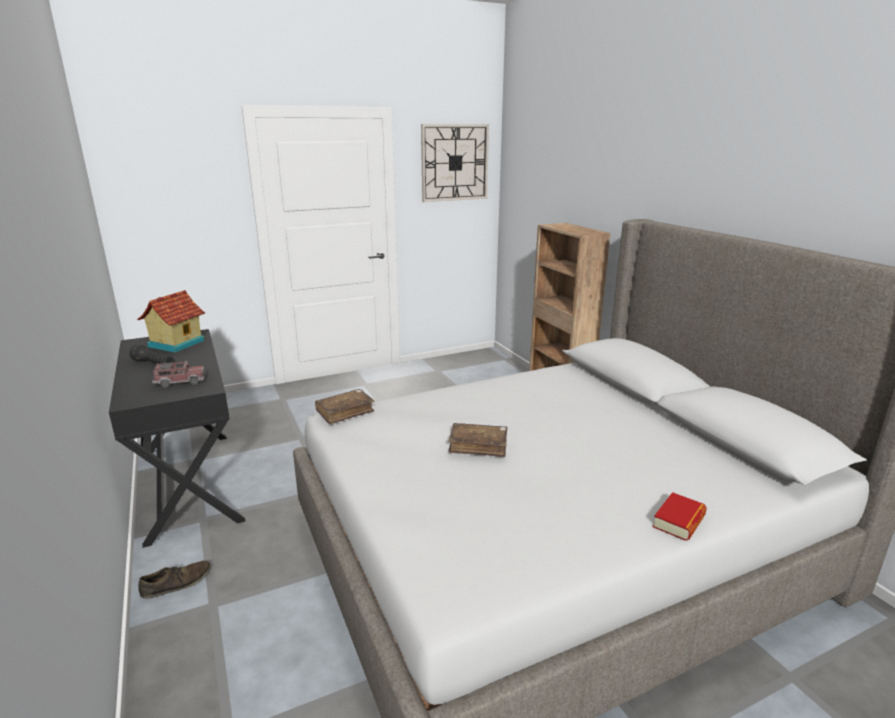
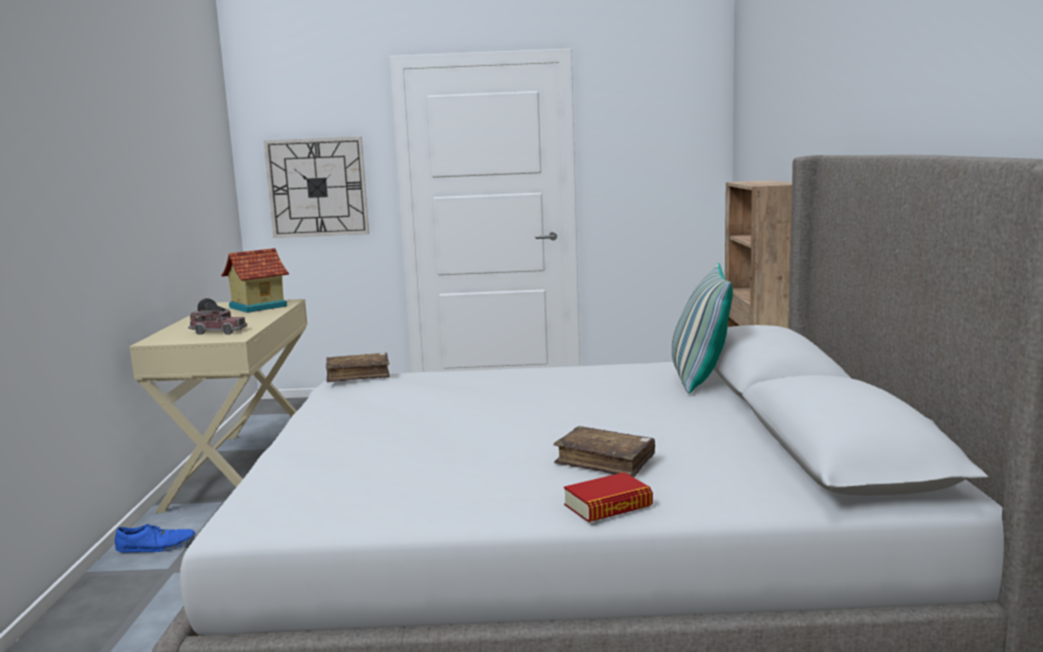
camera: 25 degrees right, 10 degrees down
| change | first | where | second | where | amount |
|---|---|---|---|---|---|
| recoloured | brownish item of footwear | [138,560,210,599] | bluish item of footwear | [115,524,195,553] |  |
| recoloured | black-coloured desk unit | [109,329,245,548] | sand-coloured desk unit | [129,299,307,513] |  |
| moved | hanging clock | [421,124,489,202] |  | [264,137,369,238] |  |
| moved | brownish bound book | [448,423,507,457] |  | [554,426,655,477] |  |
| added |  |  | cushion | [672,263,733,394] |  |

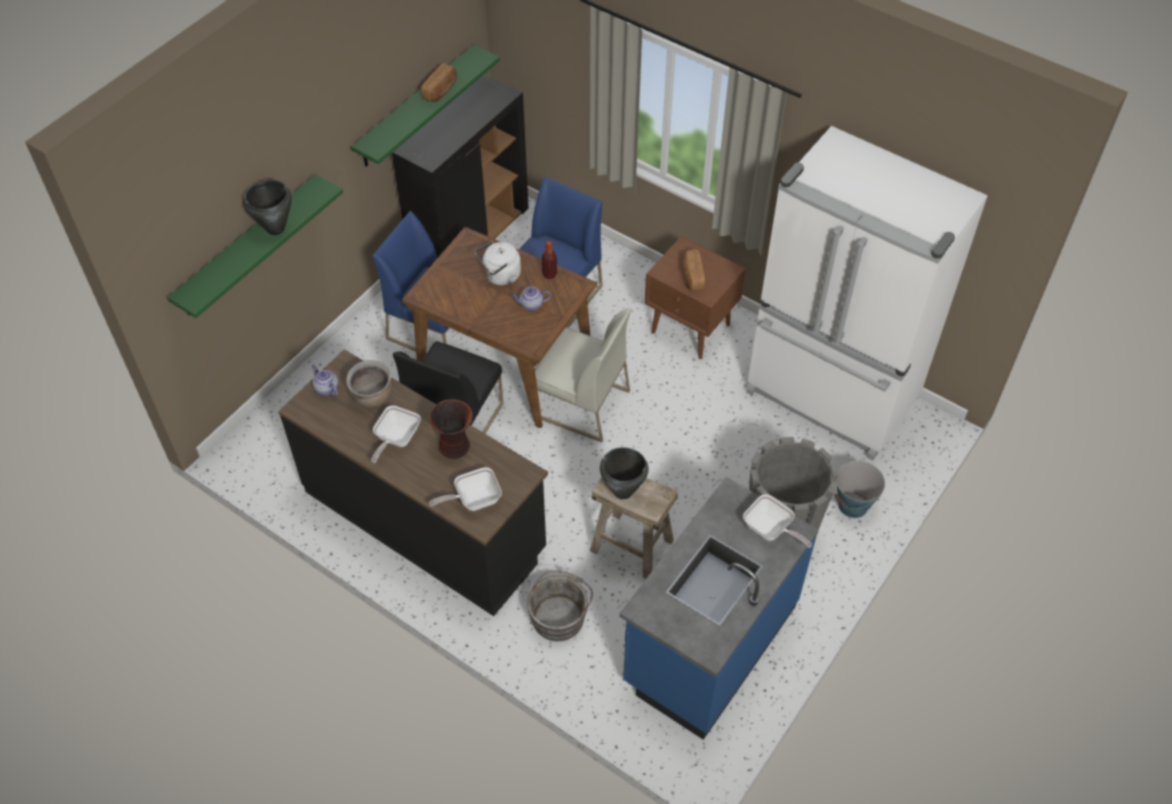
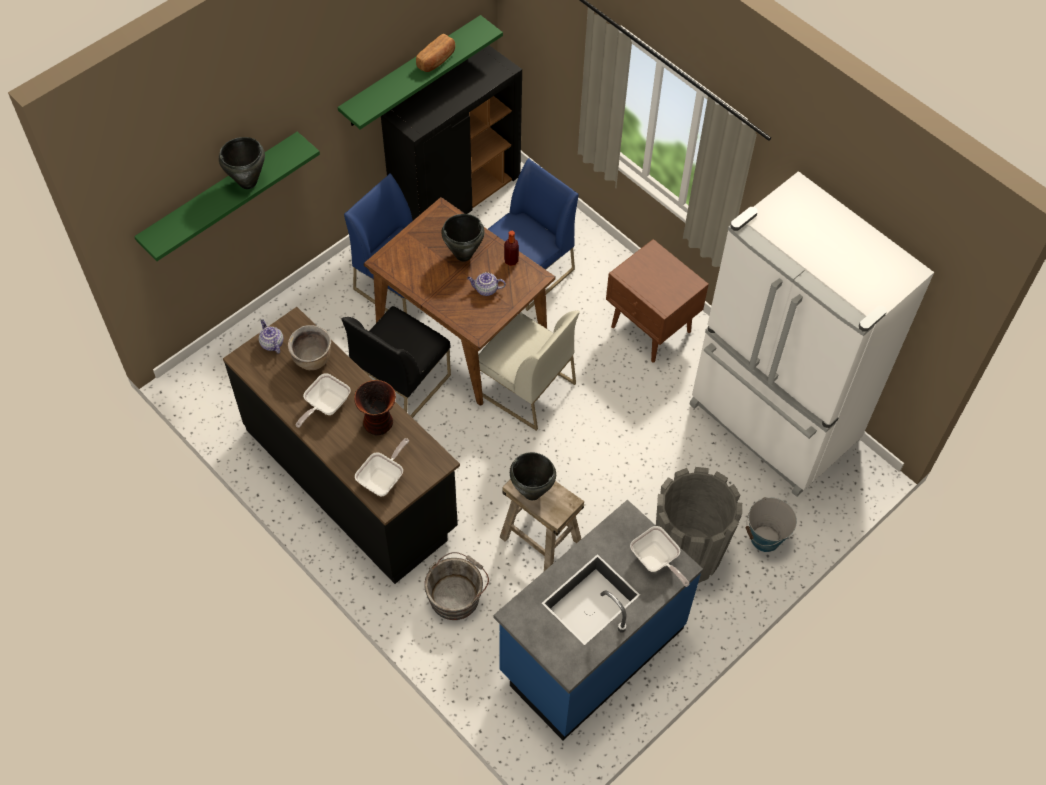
camera: 10 degrees right, 5 degrees up
| change | first | where | second | where | amount |
|---|---|---|---|---|---|
| turned | pan | [429,467,502,511] |  | [355,438,409,496] | 135 degrees clockwise |
| replaced | whitish kettle | [475,241,521,286] | black-coloured cooking pot | [441,214,485,262] |  |
| removed | bread | [681,249,705,291] |  |  |  |

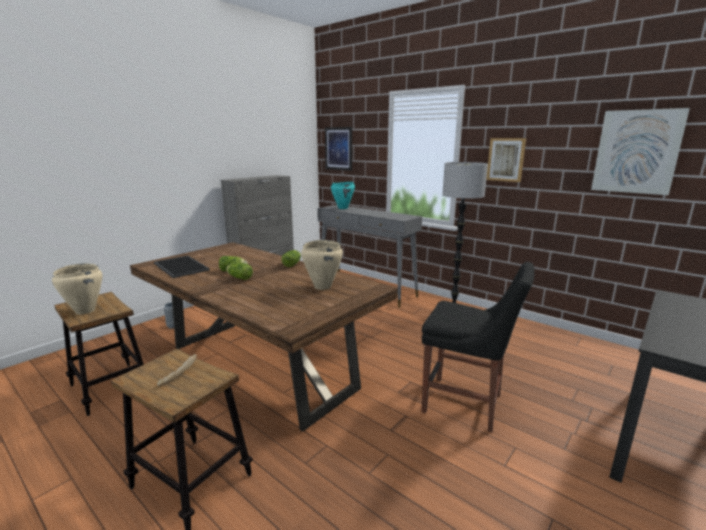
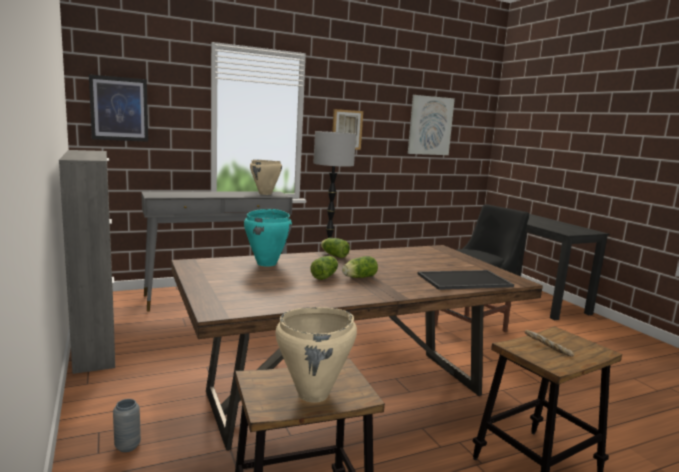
camera: 65 degrees left, 5 degrees down
| change | first | where | second | where | amount |
|---|---|---|---|---|---|
| moved | turquoise cooking pot | [331,182,355,209] |  | [244,209,292,267] |  |
| moved | sand-coloured cooking pot | [301,240,343,290] |  | [250,160,282,195] |  |
| moved | tray | [154,256,210,278] |  | [418,270,514,290] |  |

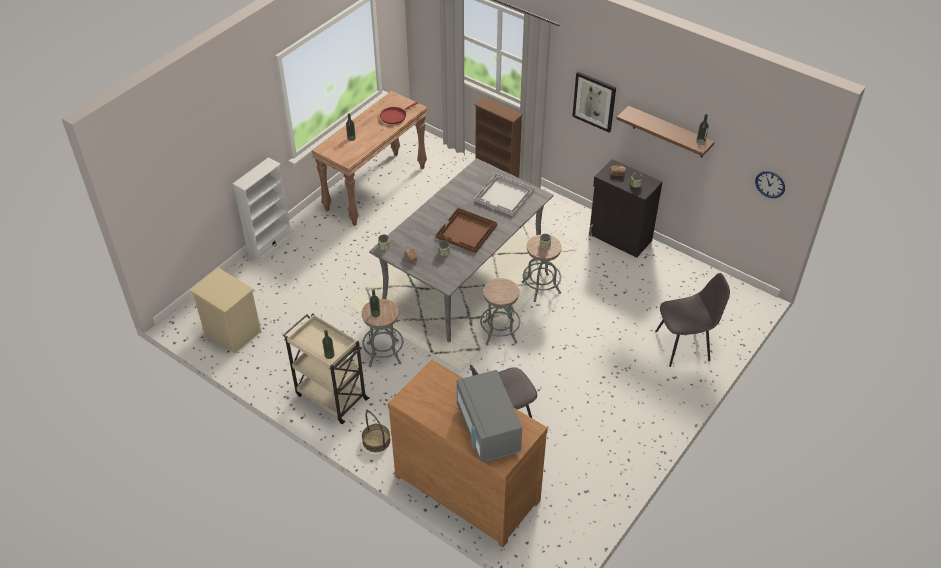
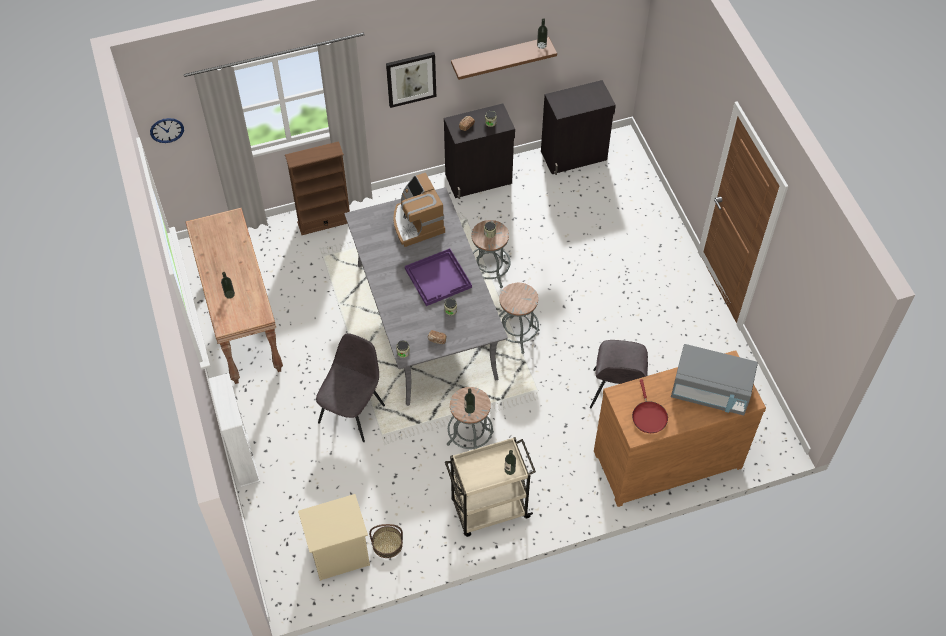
camera: 55 degrees left, 10 degrees up
| change | first | where | second | where | amount |
|---|---|---|---|---|---|
| moved | hanging clock | [755,171,785,198] |  | [150,118,184,143] |  |
| moved | grey chair | [655,273,730,367] |  | [316,333,385,442] |  |
| moved | household basket | [362,411,390,452] |  | [369,524,403,558] |  |
| replaced | whitish tray | [475,173,534,216] | coffee maker | [393,173,445,247] |  |
| recoloured | brownish tray | [436,208,497,253] | purple-coloured tray | [405,248,472,306] |  |
| added |  |  | black-coloured cabinet | [541,80,616,175] |  |
| moved | red-coloured pan | [380,102,418,124] |  | [632,379,668,433] |  |

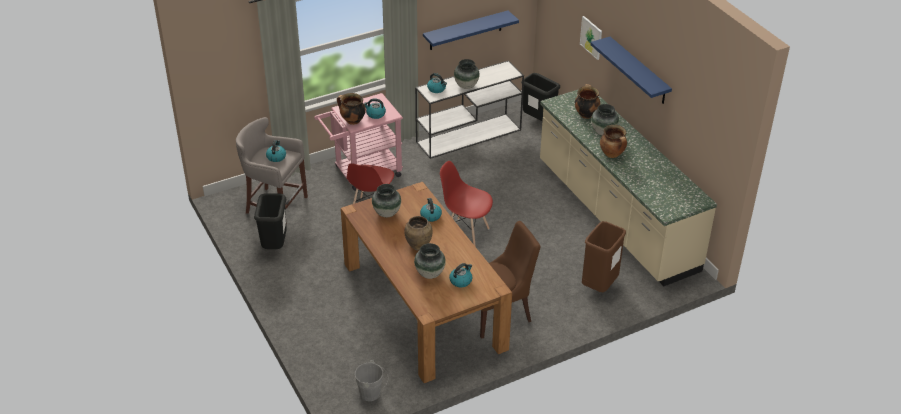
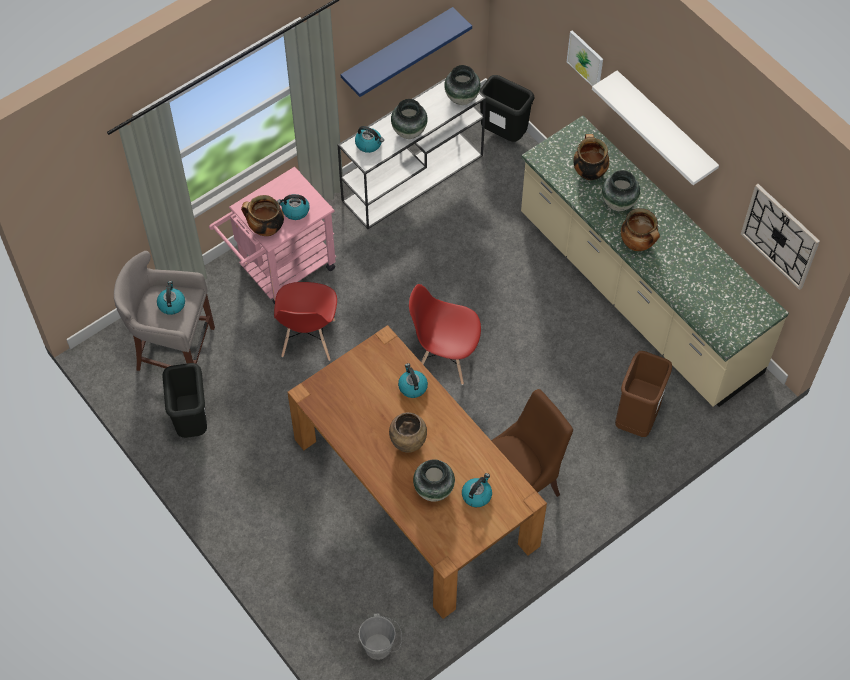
camera: 10 degrees left, 20 degrees up
| change | first | where | second | where | amount |
|---|---|---|---|---|---|
| moved | flower vase | [372,184,401,217] |  | [444,65,481,105] |  |
| recoloured | bluish shelf | [590,37,672,104] | whitish shelf | [592,70,719,185] |  |
| added |  |  | hanging clock | [741,184,820,290] |  |

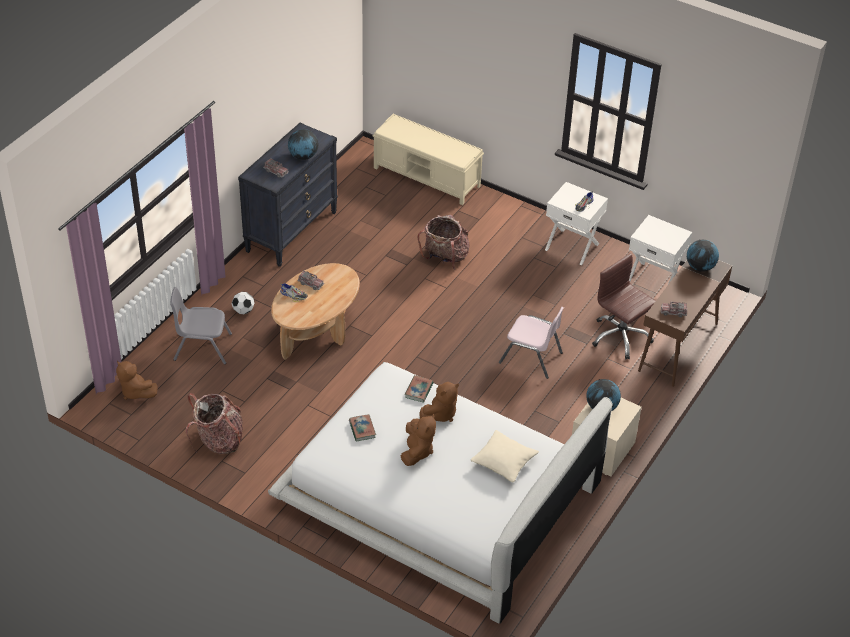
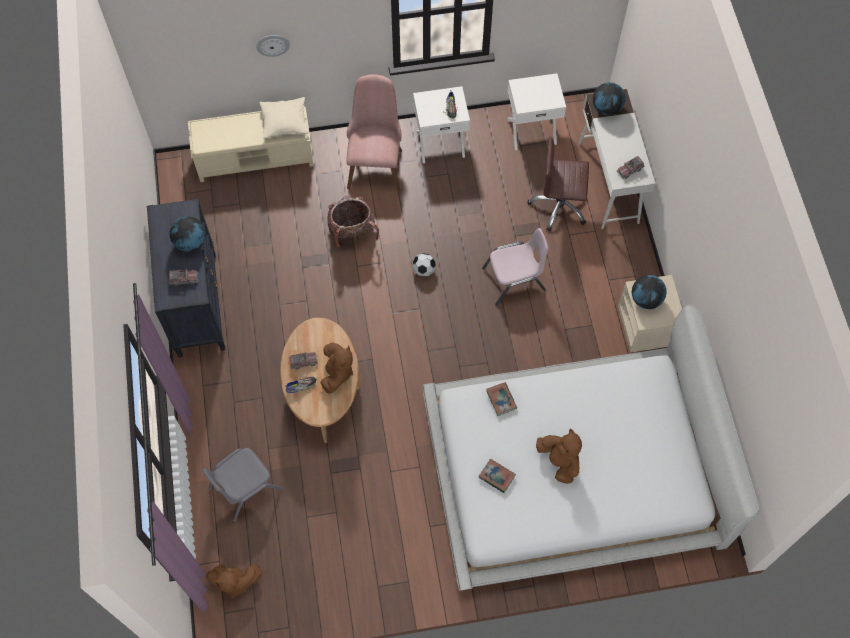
camera: 40 degrees left, 20 degrees up
| change | first | where | second | where | amount |
|---|---|---|---|---|---|
| added |  |  | hanging clock | [256,35,290,57] |  |
| moved | sand-coloured cushion | [471,430,539,483] |  | [260,97,308,138] |  |
| moved | brownish soft toy | [419,382,459,422] |  | [321,343,353,394] |  |
| added |  |  | pink-coloured chair | [346,74,402,192] |  |
| moved | football ball | [232,292,255,314] |  | [413,253,436,276] |  |
| recoloured | brownish desk unit | [638,260,732,387] | whitish desk unit | [578,89,655,229] |  |
| removed | backpack | [186,393,243,454] |  |  |  |

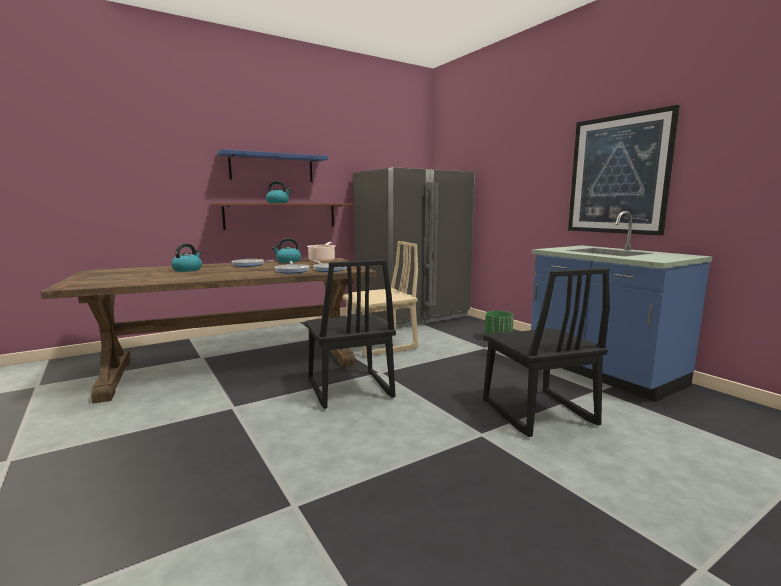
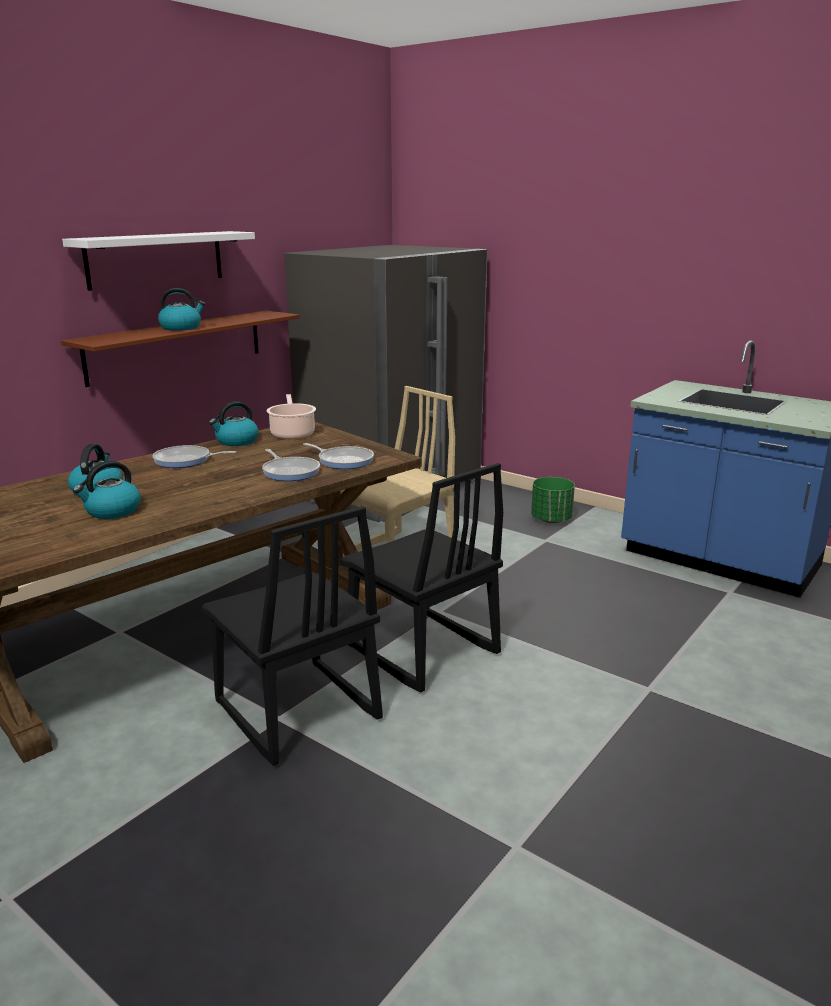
camera: 20 degrees left, 10 degrees up
| change | first | where | second | where | amount |
|---|---|---|---|---|---|
| recoloured | bluish shelf | [217,149,328,182] | whitish shelf | [62,231,255,291] |  |
| added |  |  | kettle | [73,461,141,519] |  |
| moved | black-coloured chair | [483,268,610,437] |  | [201,506,383,766] |  |
| removed | wall picture | [568,105,680,235] |  |  |  |

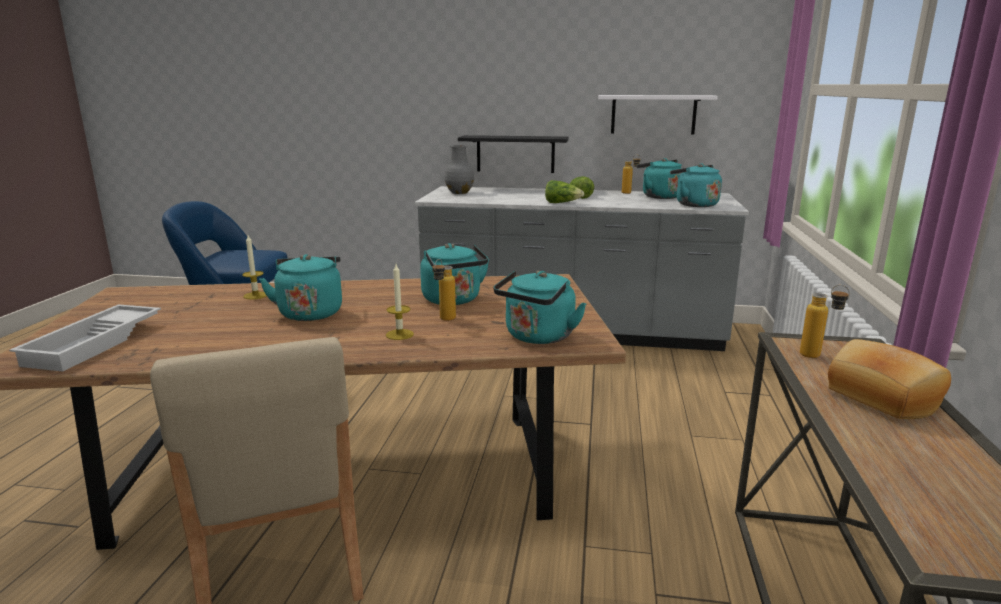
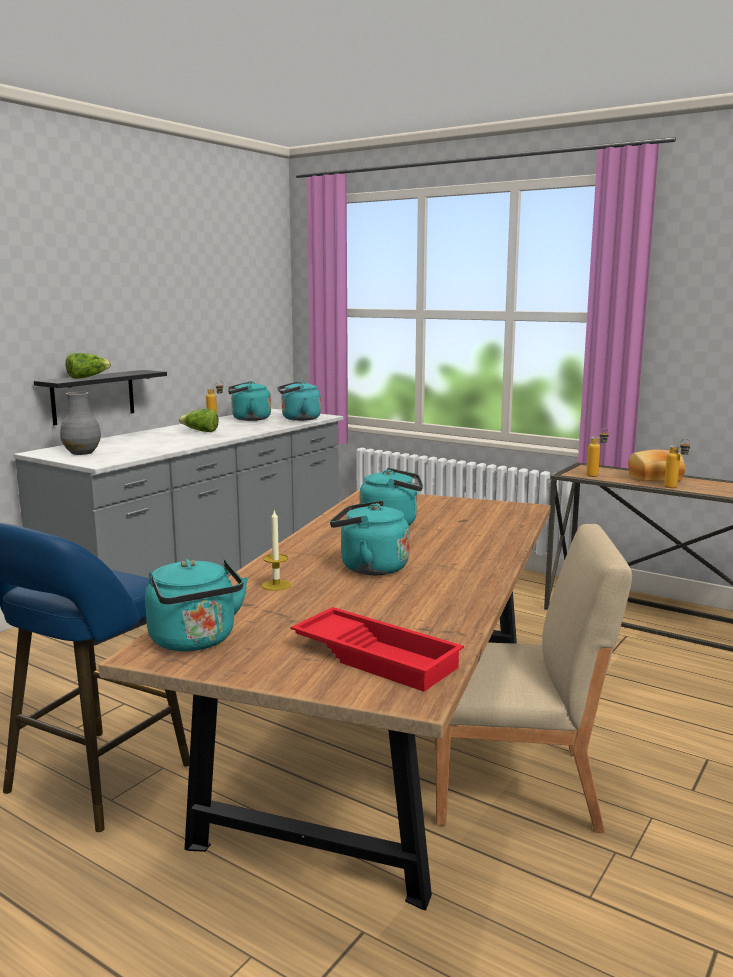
camera: 65 degrees left, 5 degrees down
| change | first | where | second | where | amount |
|---|---|---|---|---|---|
| moved | lettuce head | [545,180,584,203] |  | [65,353,111,379] |  |
| moved | turquoise kettle | [493,271,586,344] |  | [145,559,248,651] |  |
| recoloured | whitish tray | [9,304,161,372] | red-coloured tray | [291,607,464,692] |  |
| moved | drink bottle | [432,259,456,321] |  | [664,439,691,488] |  |
| removed | wax candle | [386,264,414,340] |  |  |  |
| removed | whitish shelf | [598,95,718,134] |  |  |  |

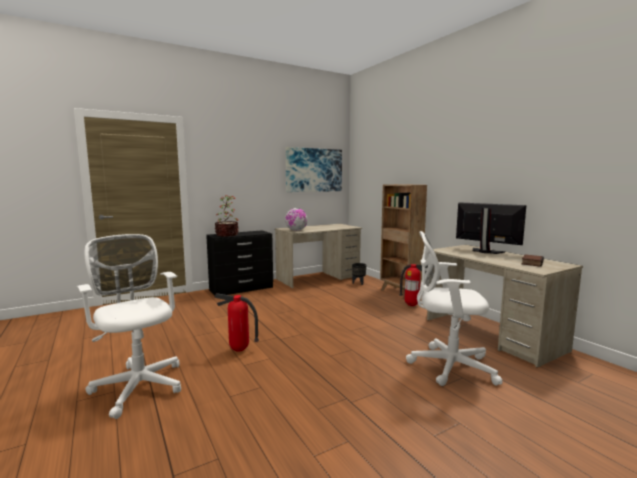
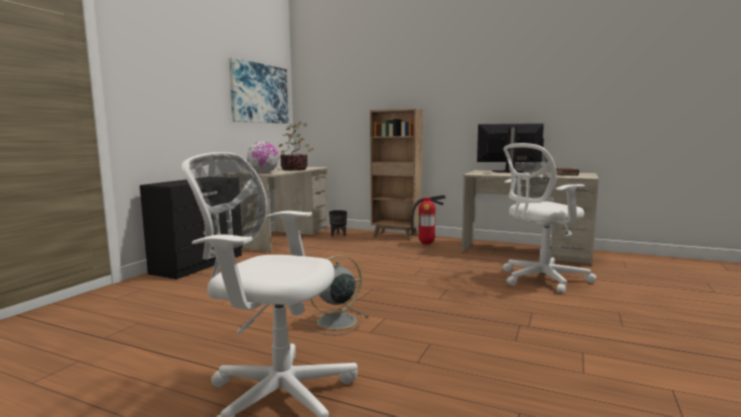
camera: 35 degrees left, 0 degrees up
| change | first | where | second | where | amount |
|---|---|---|---|---|---|
| moved | potted plant | [215,195,239,237] |  | [279,122,313,171] |  |
| replaced | extinguisher | [214,293,259,352] | grey electric fan | [306,255,369,336] |  |

